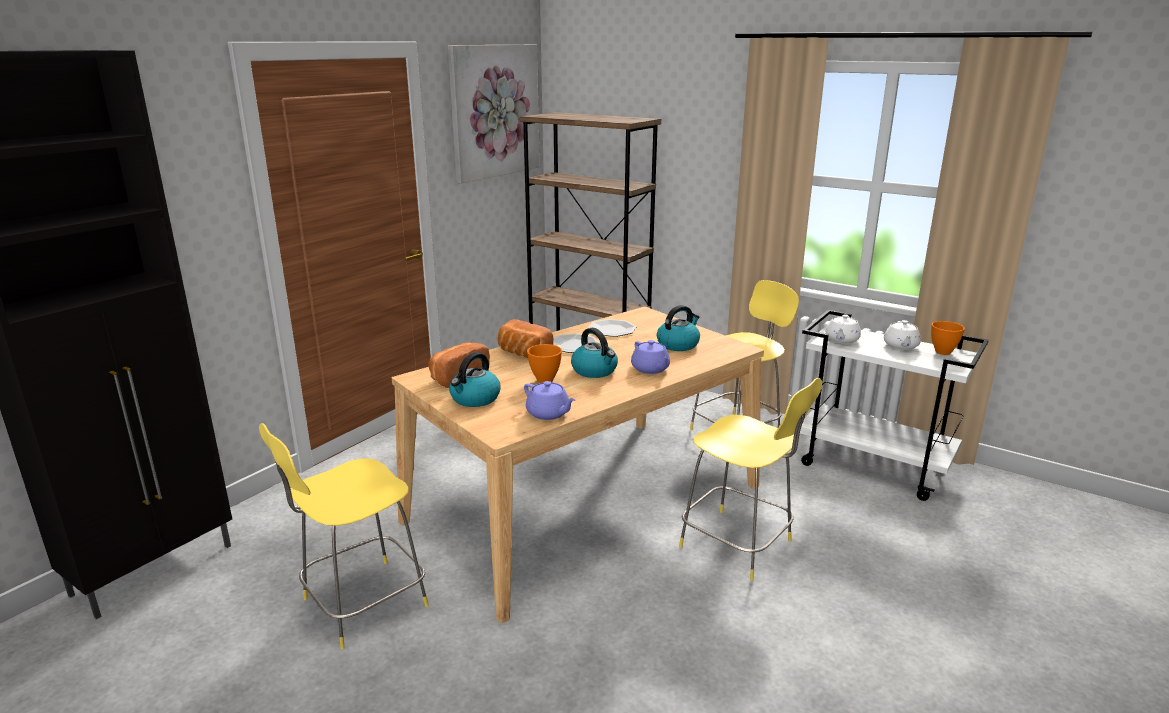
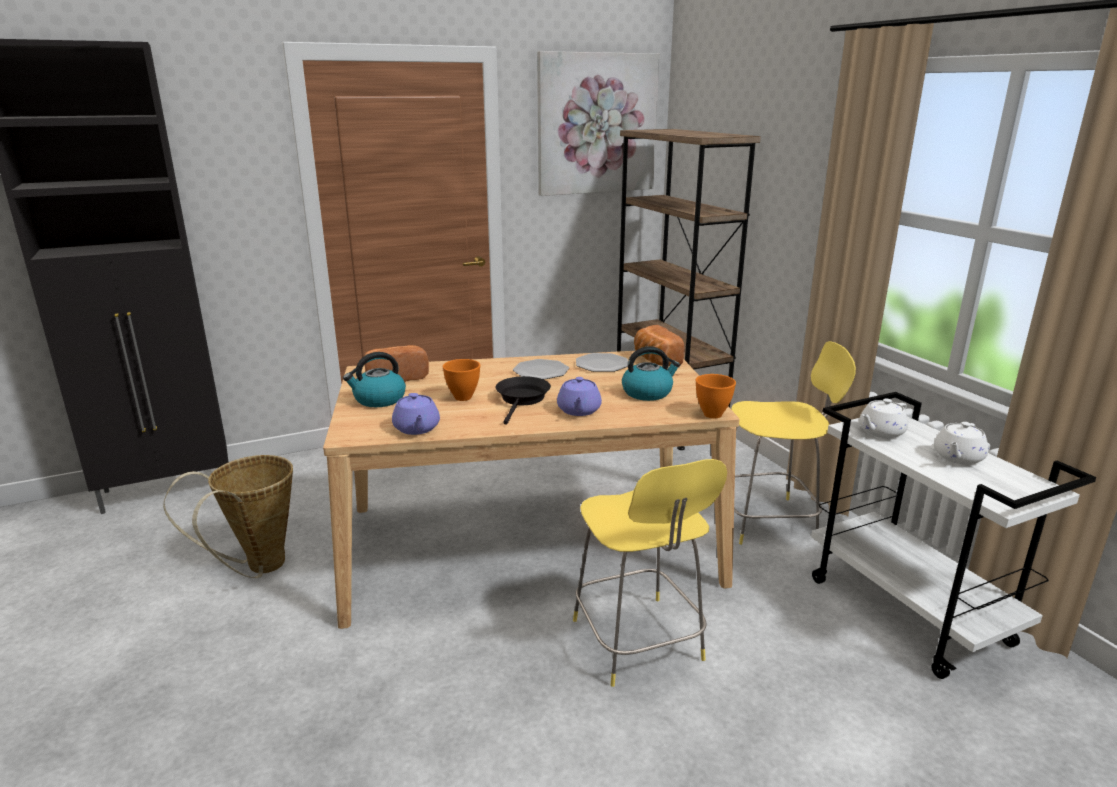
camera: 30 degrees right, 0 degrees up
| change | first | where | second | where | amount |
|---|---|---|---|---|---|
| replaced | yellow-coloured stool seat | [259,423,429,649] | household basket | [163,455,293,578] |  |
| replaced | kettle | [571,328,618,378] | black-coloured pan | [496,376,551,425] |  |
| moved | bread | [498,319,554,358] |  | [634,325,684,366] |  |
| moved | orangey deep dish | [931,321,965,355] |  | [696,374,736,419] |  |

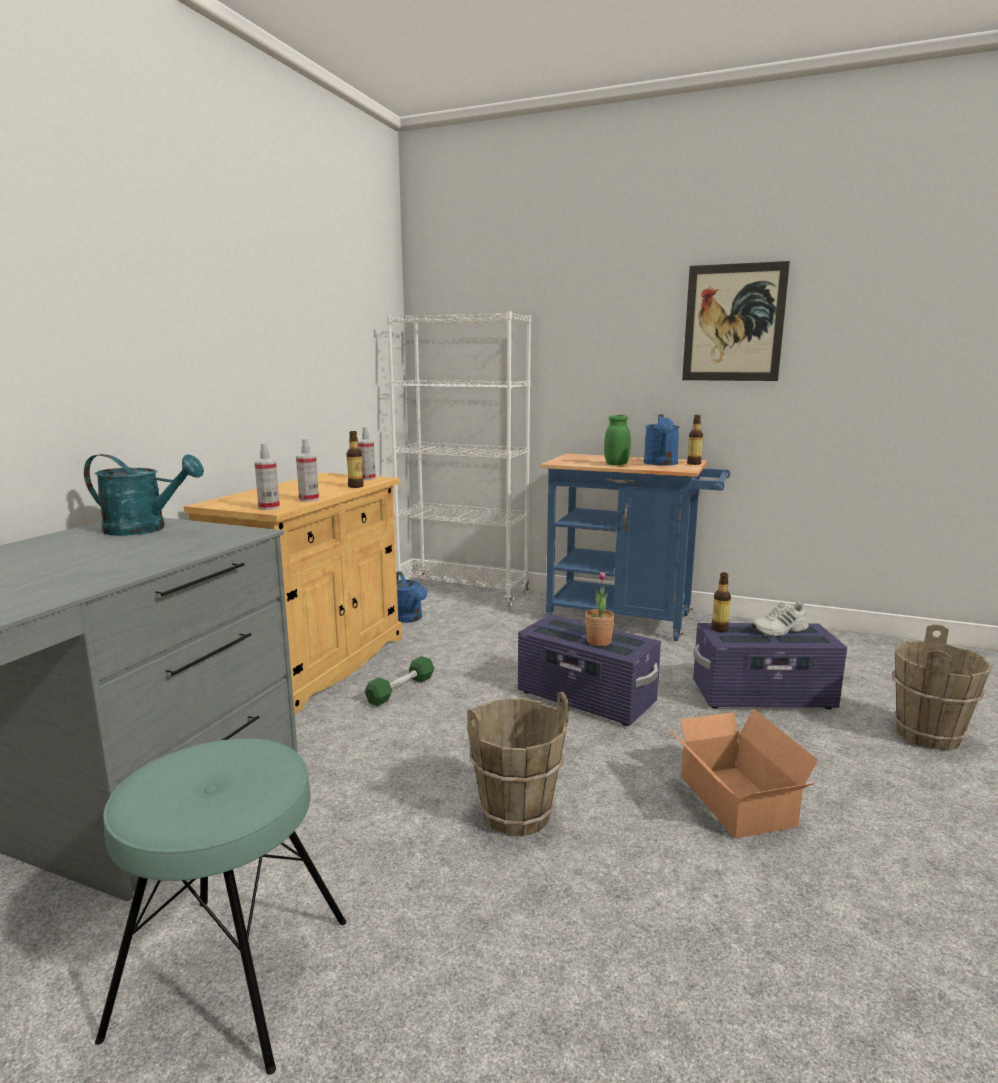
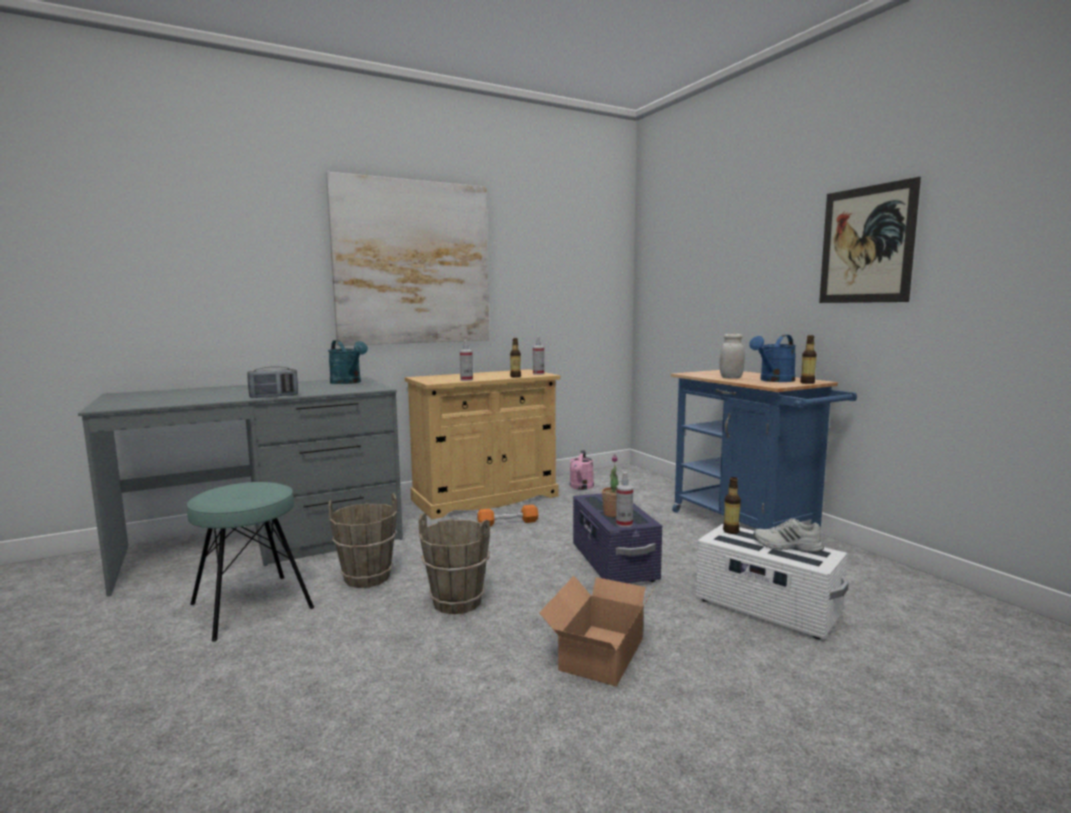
camera: 40 degrees right, 5 degrees down
| change | first | where | second | where | amount |
|---|---|---|---|---|---|
| added |  |  | radio receiver | [247,366,298,398] |  |
| added |  |  | wall picture | [326,172,489,346] |  |
| moved | brownish pail | [892,624,993,751] |  | [328,493,397,588] |  |
| recoloured | greenish dumbbell | [364,656,434,706] | orangey dumbbell | [477,505,538,527] |  |
| recoloured | bluish watering pot | [396,571,427,623] | pink-coloured watering pot | [570,450,594,490] |  |
| moved | hand sprayer | [254,443,280,510] |  | [616,472,633,527] |  |
| recoloured | purple-coloured storage bin | [693,623,847,709] | whitish storage bin | [696,523,849,639] |  |
| recoloured | greenish preserve jar | [604,415,631,465] | whitish preserve jar | [719,334,745,379] |  |
| removed | whitish bookcase | [387,312,531,608] |  |  |  |

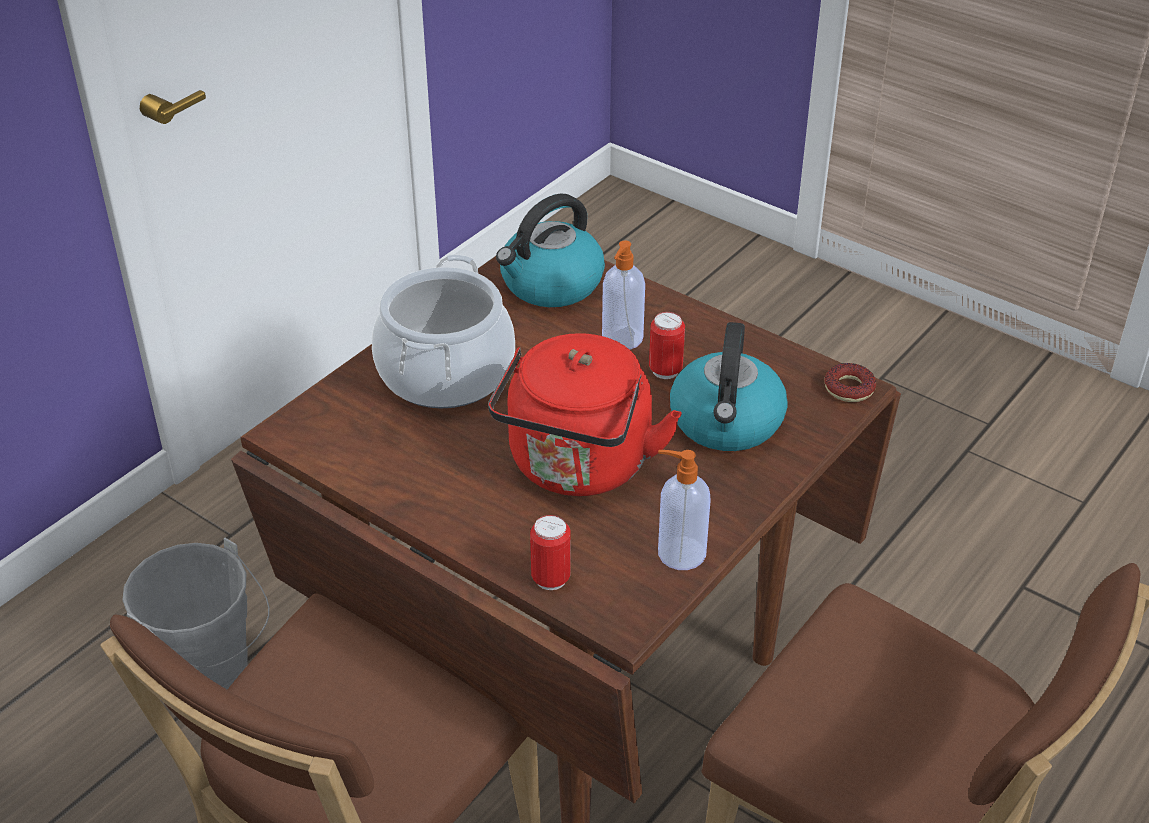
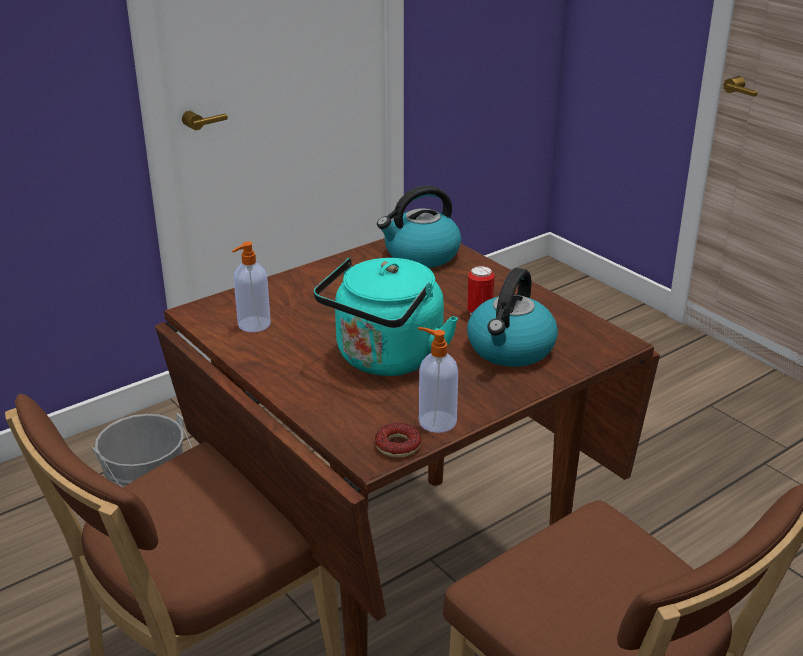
camera: 15 degrees right, 10 degrees down
| change | first | where | second | where | amount |
|---|---|---|---|---|---|
| moved | liquid soap bottle | [602,240,645,350] |  | [232,242,271,332] |  |
| recoloured | red-coloured kettle | [488,333,682,496] | turquoise kettle | [314,257,458,376] |  |
| moved | donut | [824,363,876,402] |  | [375,423,421,457] |  |
| removed | cooking pot | [372,254,515,408] |  |  |  |
| removed | sealed can | [530,515,571,590] |  |  |  |

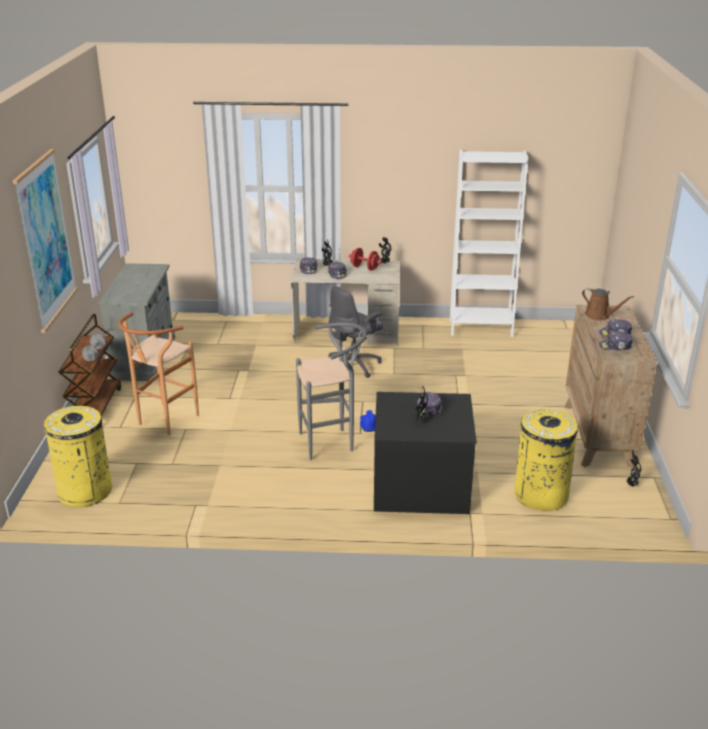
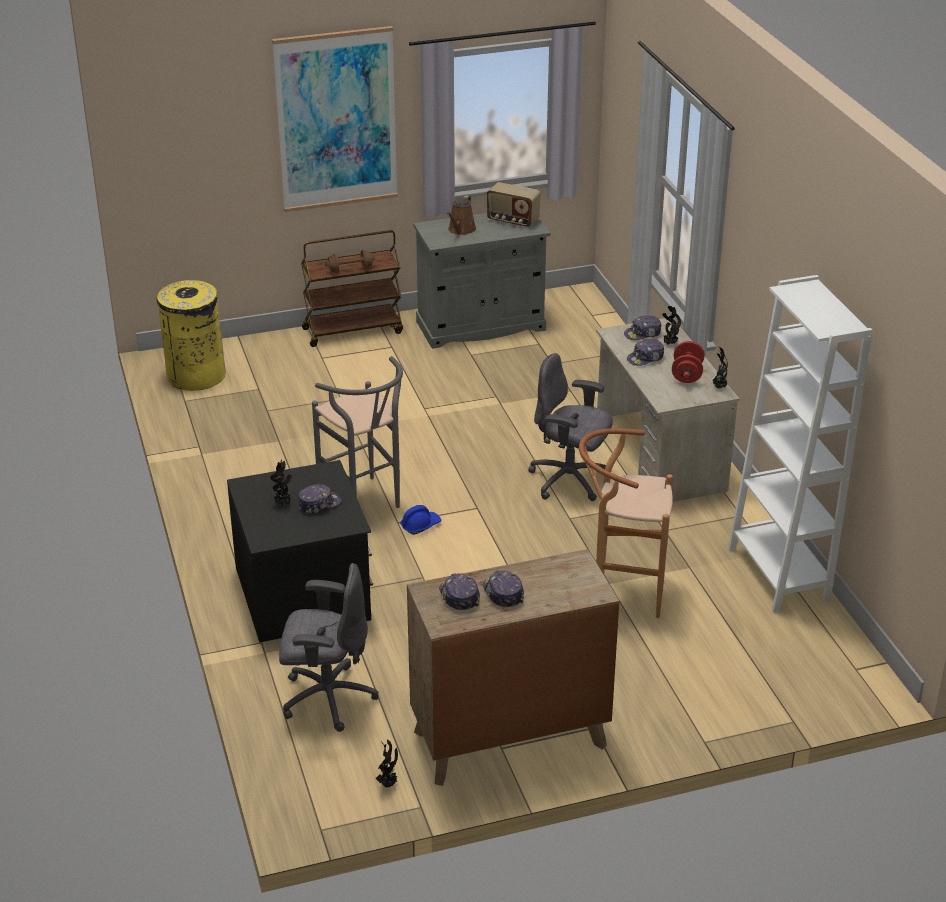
camera: 70 degrees right, 5 degrees up
| change | first | where | second | where | amount |
|---|---|---|---|---|---|
| replaced | yellow-coloured rubbish bin | [515,409,578,511] | grey computer chair | [279,563,379,732] |  |
| recoloured | grey dumbbell | [82,334,106,361] | brownish dumbbell | [325,250,375,273] |  |
| moved | brownish watering pot | [582,288,634,320] |  | [447,195,476,235] |  |
| added |  |  | radio receiver | [487,182,541,227] |  |
| moved | brownish stool seat | [118,312,199,435] |  | [579,428,673,618] |  |

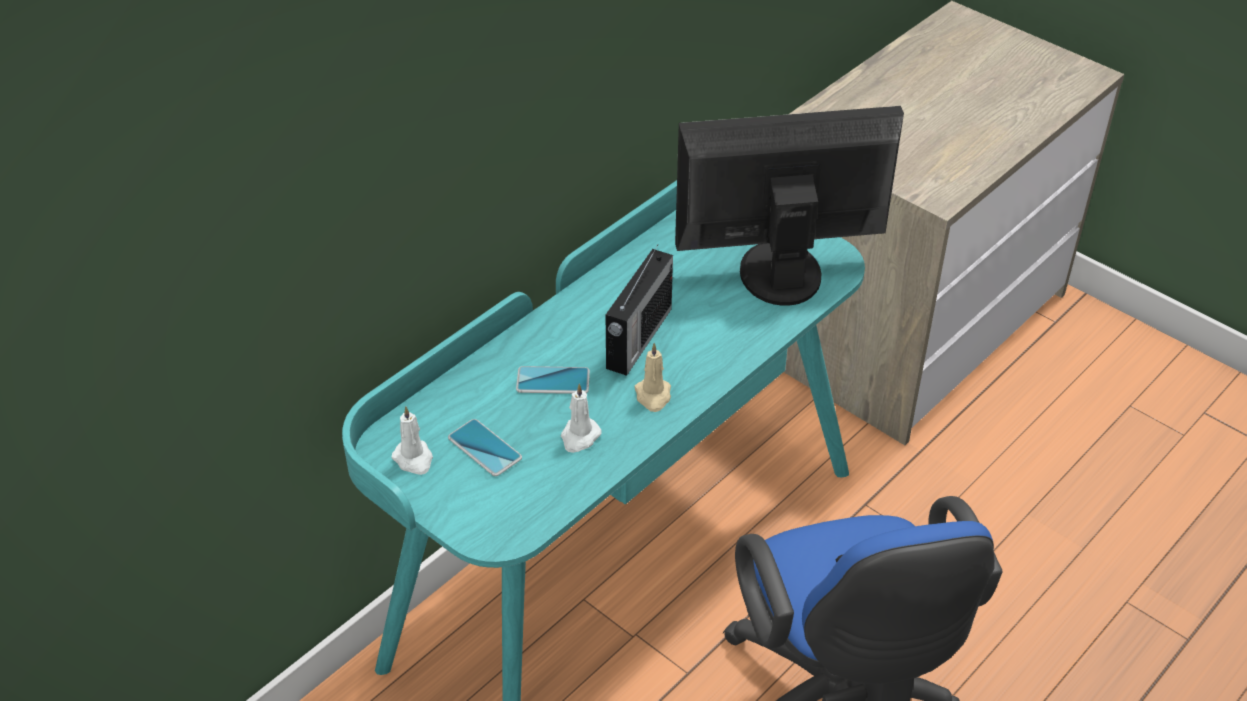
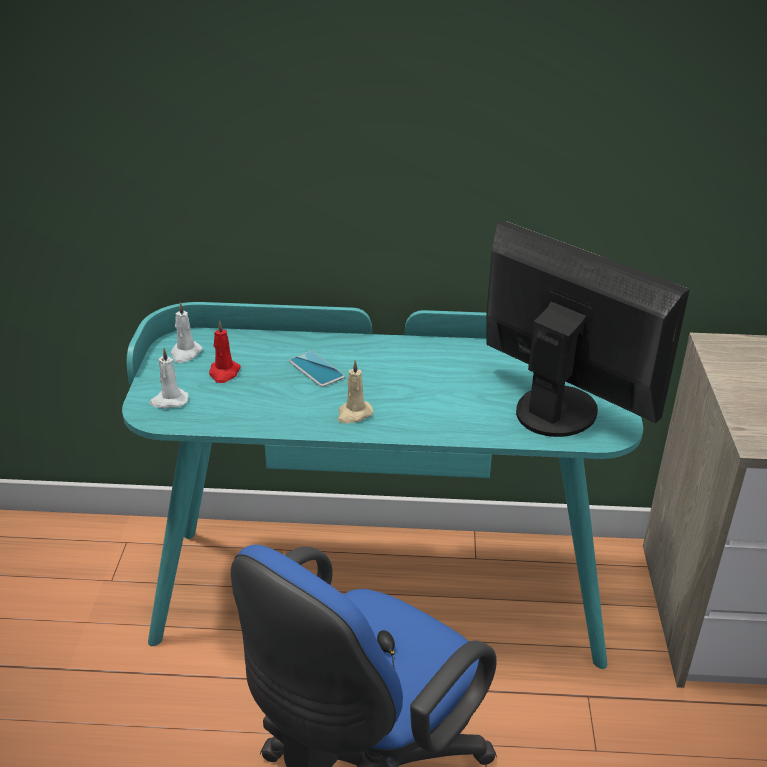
camera: 50 degrees right, 10 degrees down
| change | first | where | second | where | amount |
|---|---|---|---|---|---|
| moved | whitish wax candle | [561,384,602,453] |  | [150,348,189,409] |  |
| replaced | handset | [448,419,522,476] | red-coloured wax candle | [209,321,241,383] |  |
| removed | radio receiver | [606,244,673,376] |  |  |  |

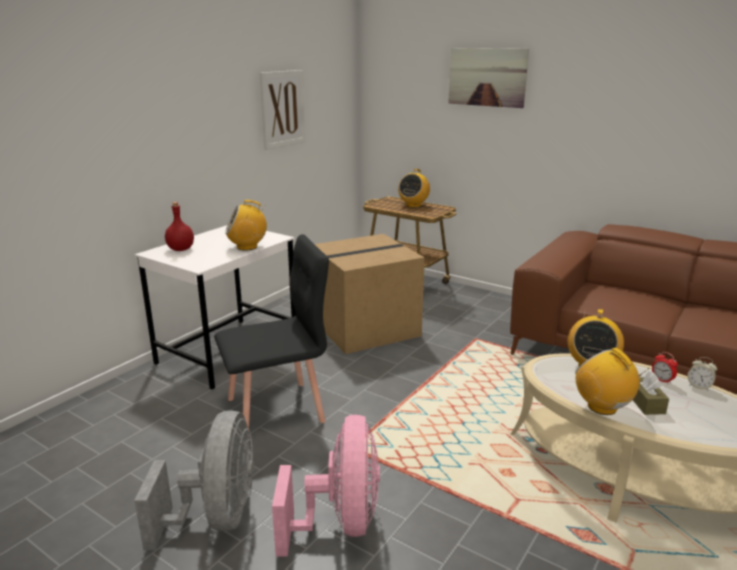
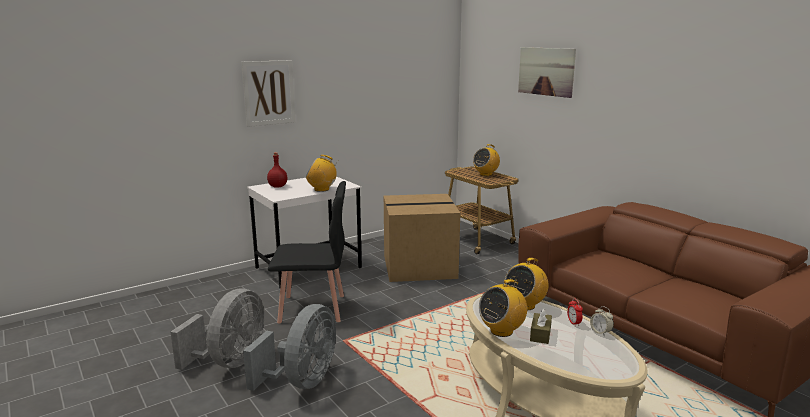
camera: 20 degrees right, 5 degrees down
| change | first | where | second | where | amount |
|---|---|---|---|---|---|
| moved | wall picture | [260,70,305,150] |  | [241,60,295,127] |  |
| recoloured | pink-coloured electric fan | [272,415,380,557] | grey electric fan | [243,304,336,391] |  |
| turned | radio receiver | [575,348,649,415] |  | [479,279,527,337] | 120 degrees counterclockwise |

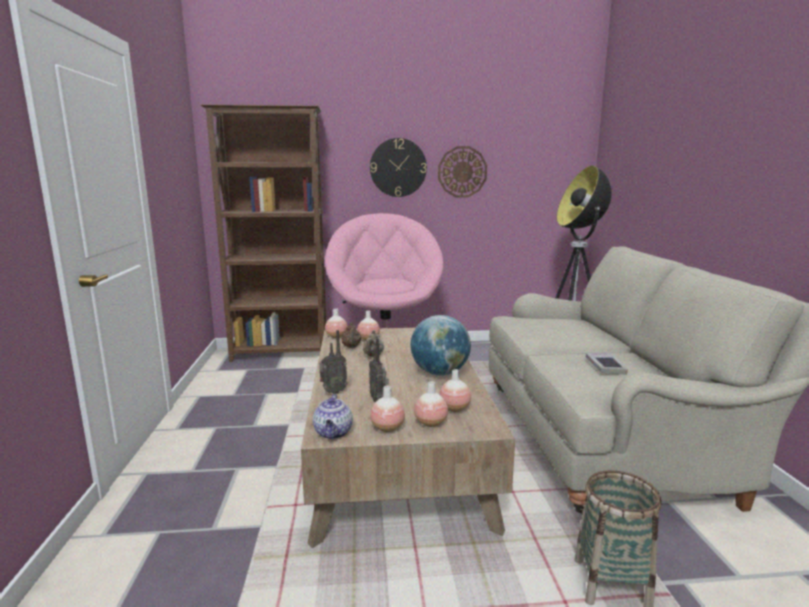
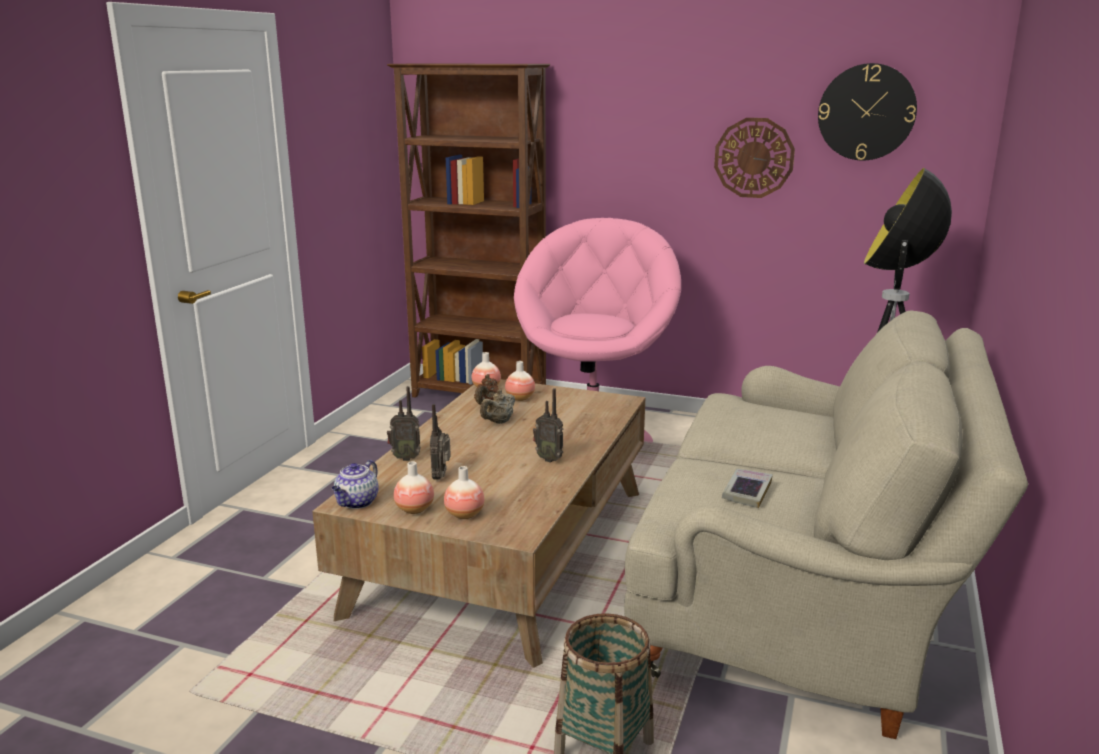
camera: 25 degrees right, 5 degrees up
| change | first | where | second | where | amount |
|---|---|---|---|---|---|
| replaced | globe | [411,315,471,375] | radio receiver | [533,388,563,463] |  |
| moved | hanging clock | [370,138,427,197] |  | [818,63,917,160] |  |
| removed | flower vase | [439,369,471,412] |  |  |  |

